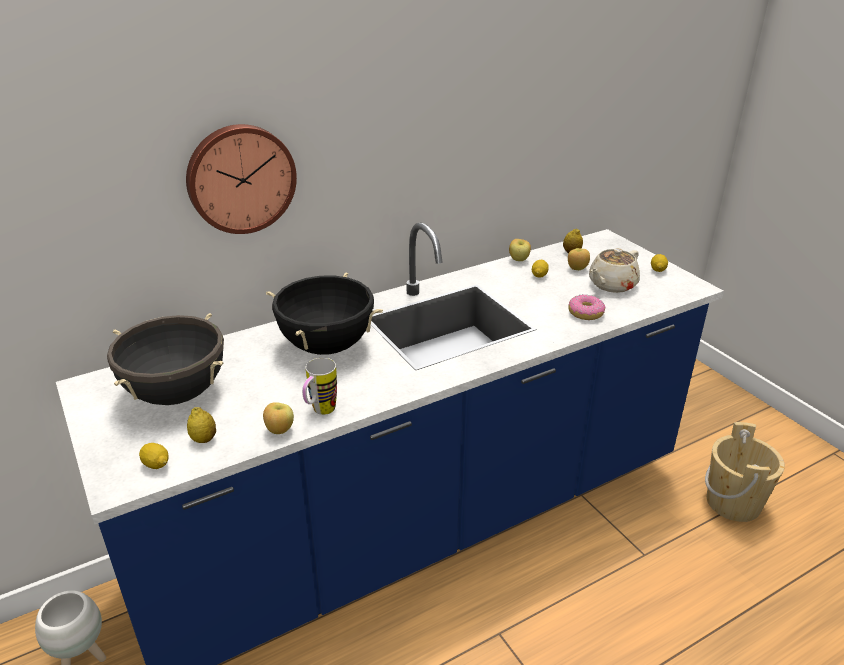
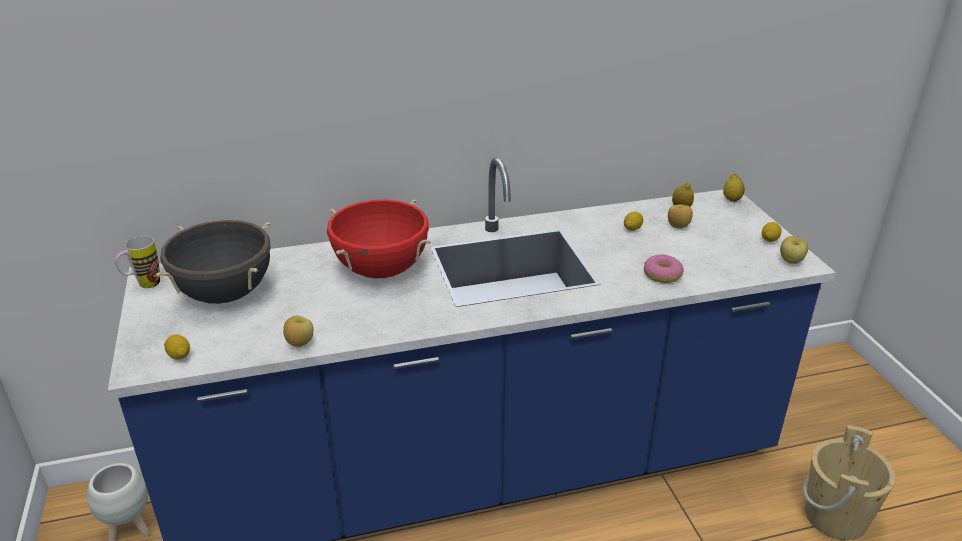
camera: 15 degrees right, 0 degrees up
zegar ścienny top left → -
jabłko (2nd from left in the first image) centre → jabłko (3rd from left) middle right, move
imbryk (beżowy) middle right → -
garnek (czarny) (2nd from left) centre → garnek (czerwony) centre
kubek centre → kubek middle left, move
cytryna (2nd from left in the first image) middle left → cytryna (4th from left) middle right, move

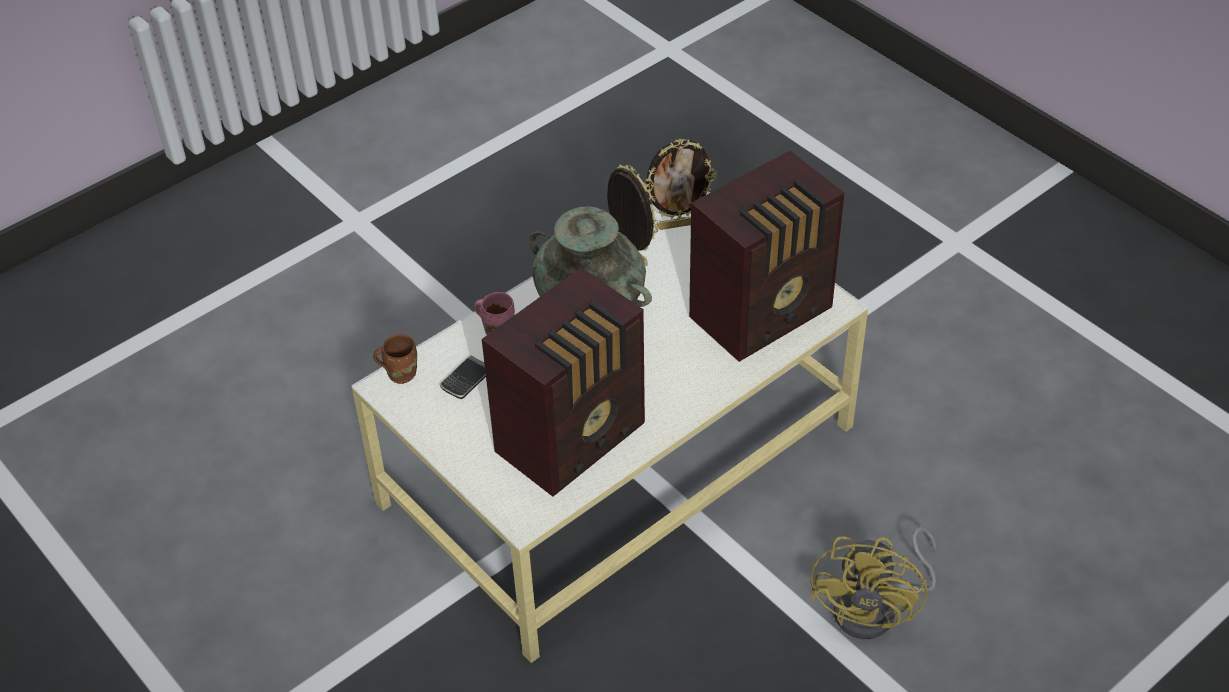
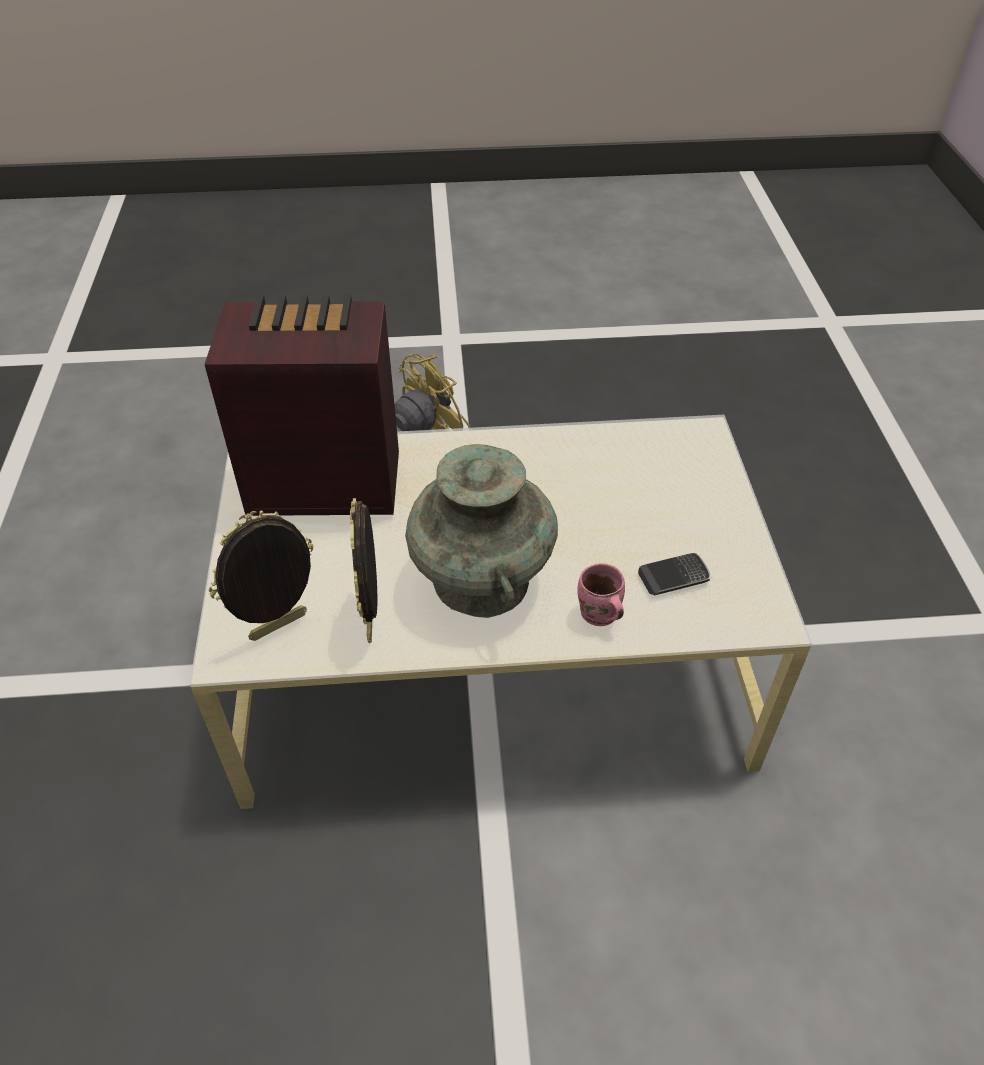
camera: 145 degrees left, 0 degrees up
ramka na zdjęcie (2nd from left in the first image) top centre → ramka na zdjęcie (1st from left) middle left, 60 degrees counterclockwise
radio (1st from left) centre → -
kubek (brązowy) middle left → -

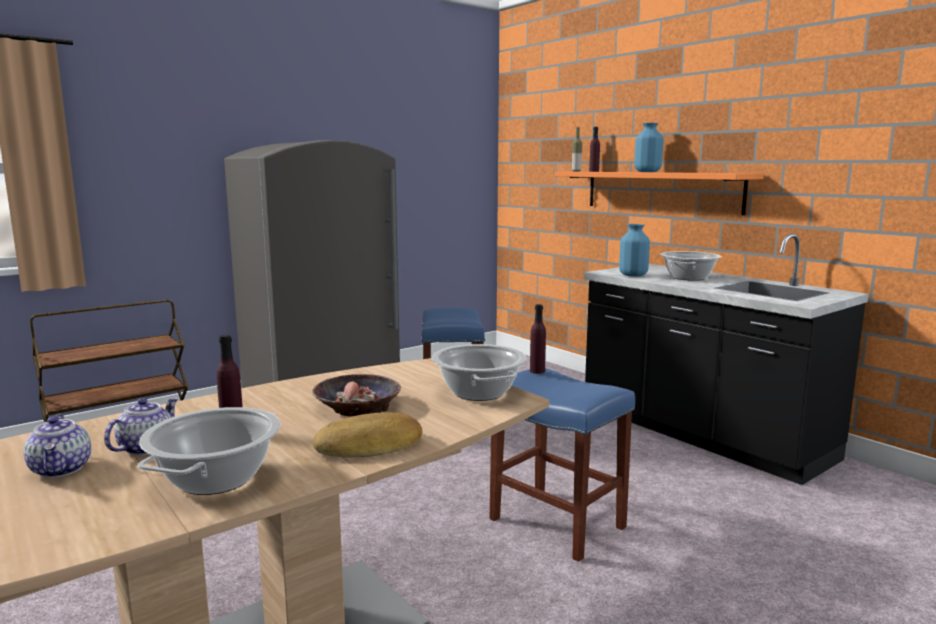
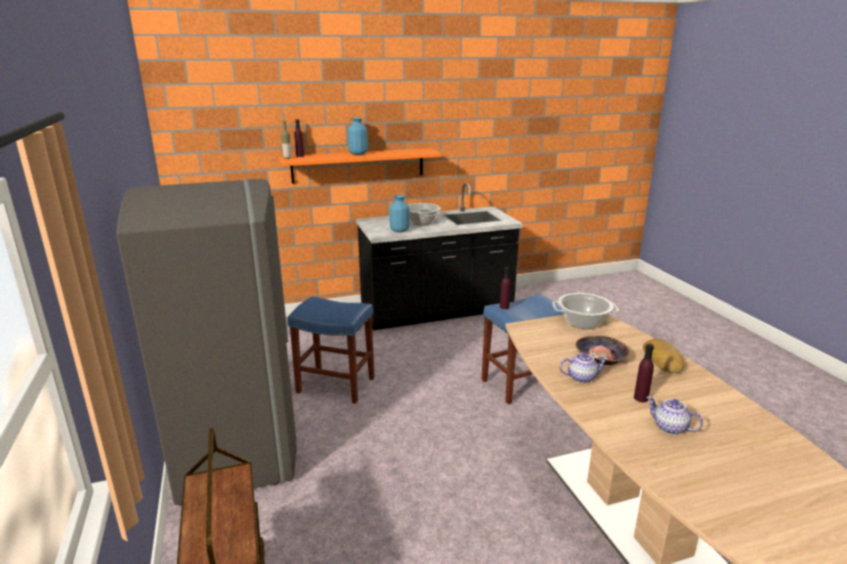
camera: 70 degrees left, 10 degrees up
garnek (1st from left) bottom left → -
imbryk (1st from left) bottom left → imbryk (1st from left) middle right, move

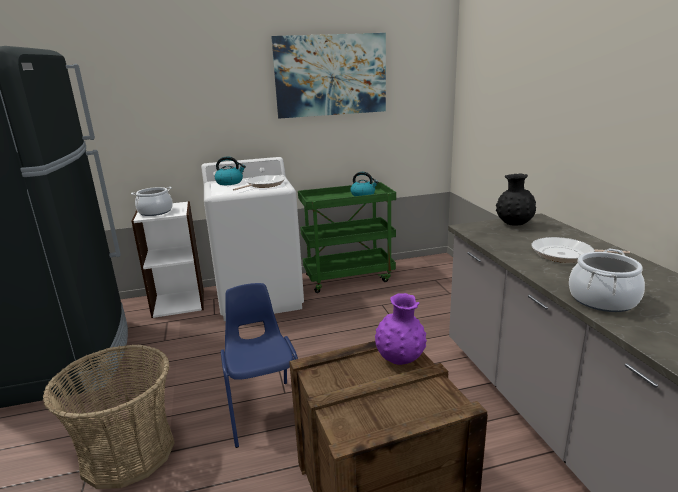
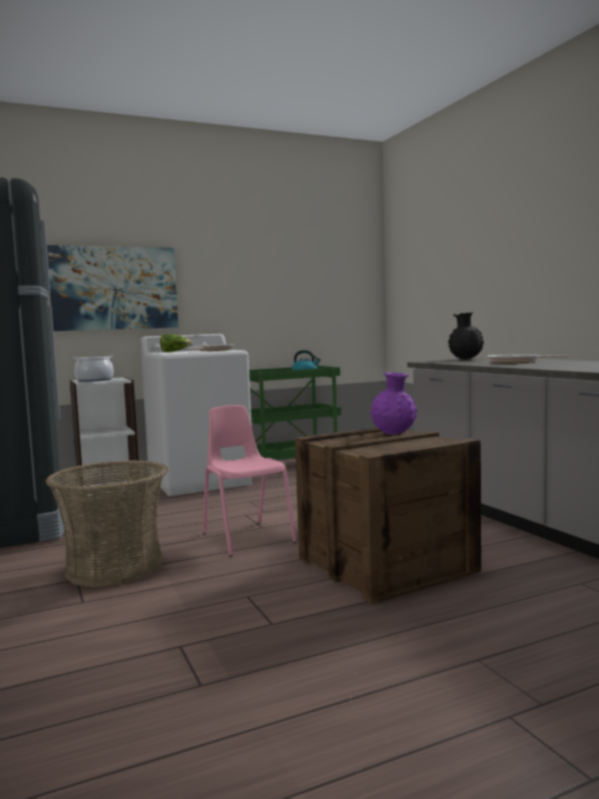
camera: 10 degrees left, 15 degrees down
obraz top centre → obraz middle left, move
czajnik (1st from left) centre → sałata middle left
garnek (2nd from left) middle right → -
krzesło (niebieski) bottom centre → krzesło (różowy) centre

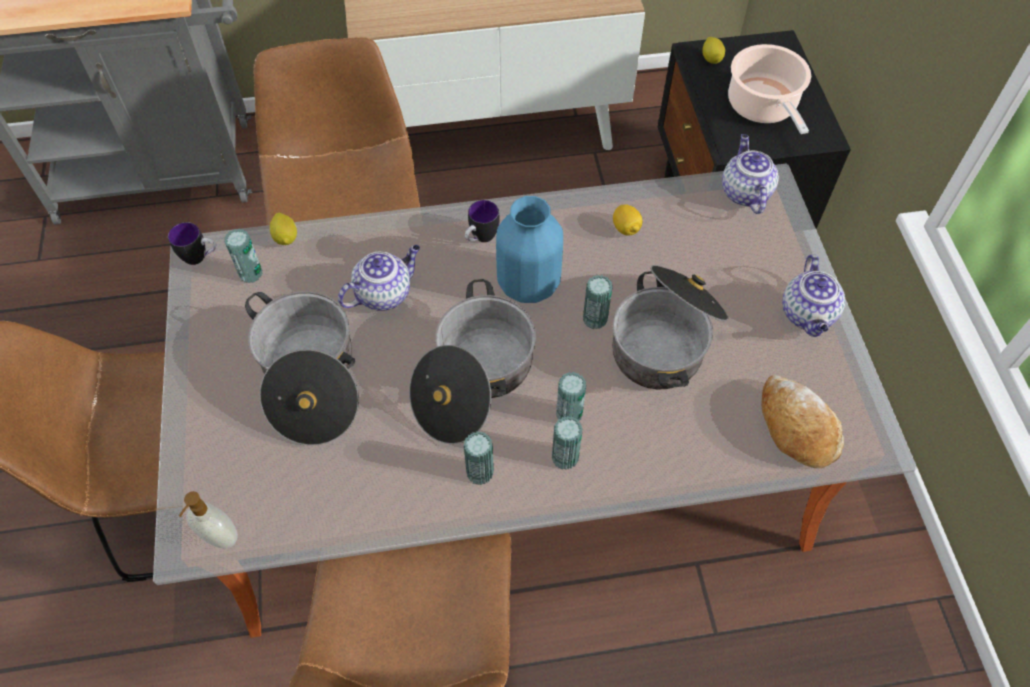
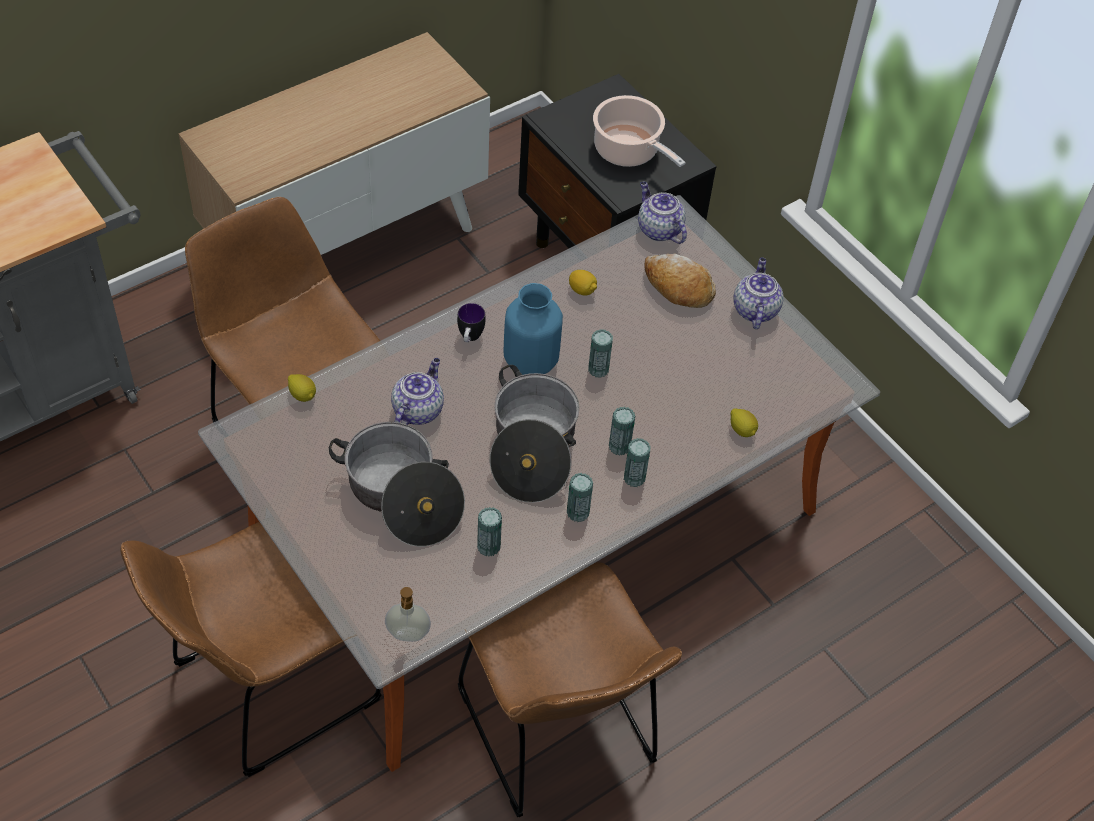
camera: 30 degrees left, 5 degrees down
cytryna (3rd from left) top right → cytryna (3rd from left) middle right, move
kubek (1st from left) middle left → -
puszka (1st from left) middle left → puszka (1st from left) centre, move
imbryk (3rd from left) middle right, 150 degrees counterclockwise
garnek (3rd from left) centre → -
chleb middle right → chleb centre, move

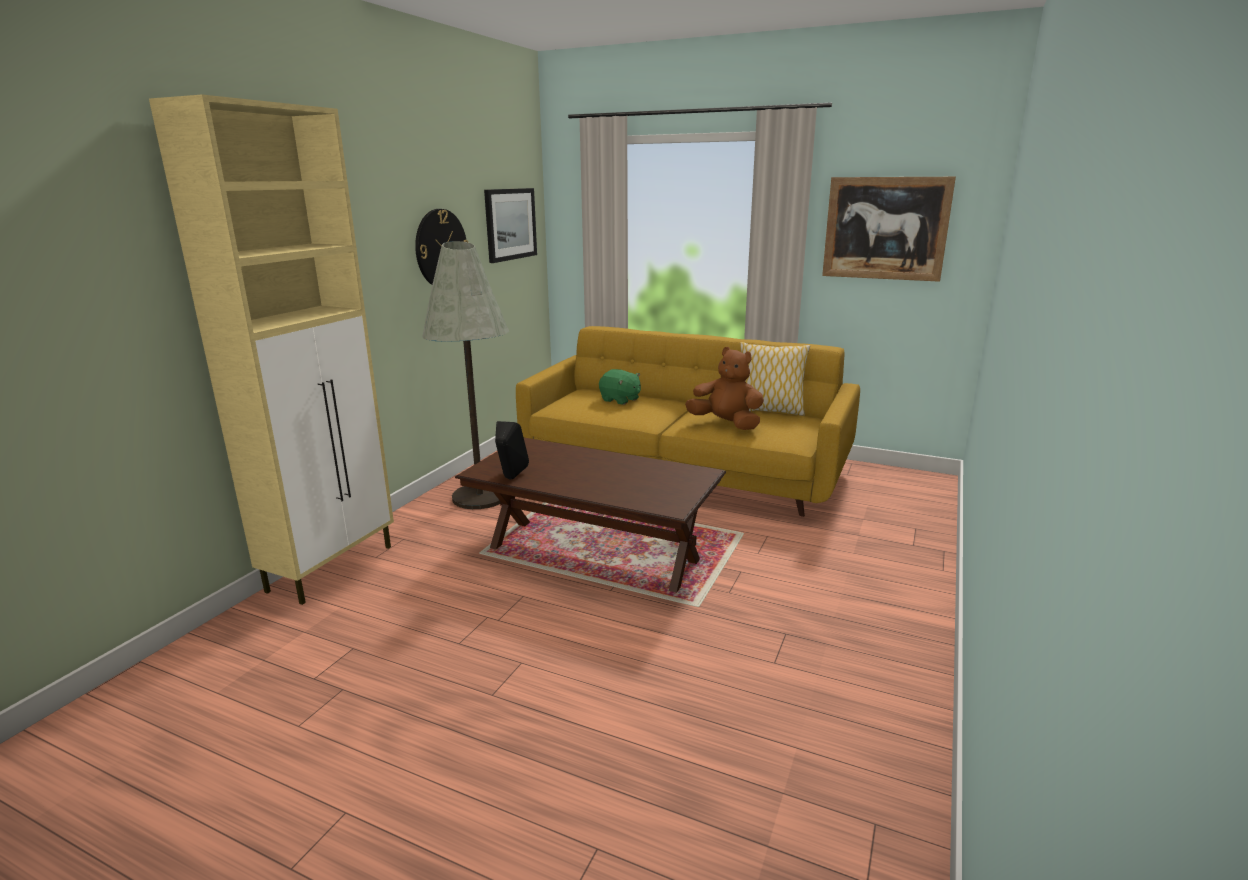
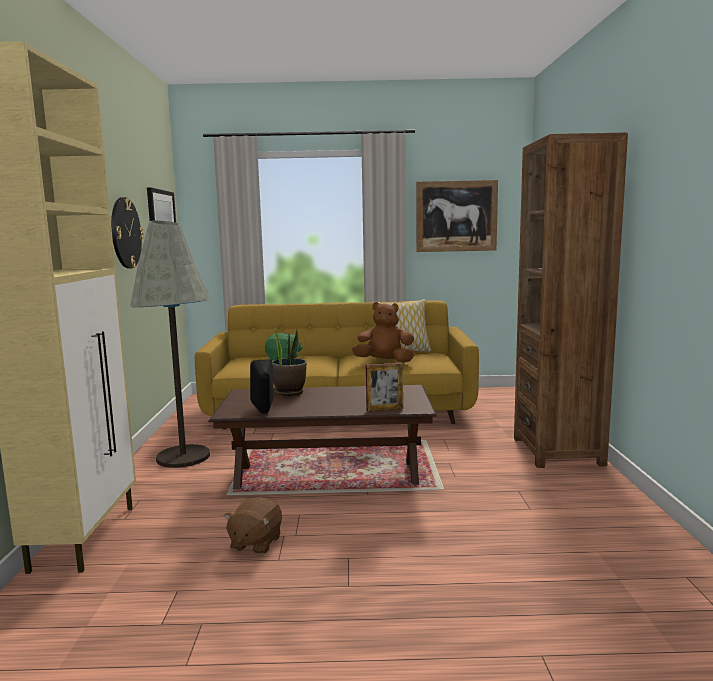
camera: 25 degrees left, 10 degrees down
- → regał (brązowy) middle right
- → roślina doniczkowa centre
- → ramka na zdjęcie centre
- → pluszak (brązowy) (1st from left) bottom centre

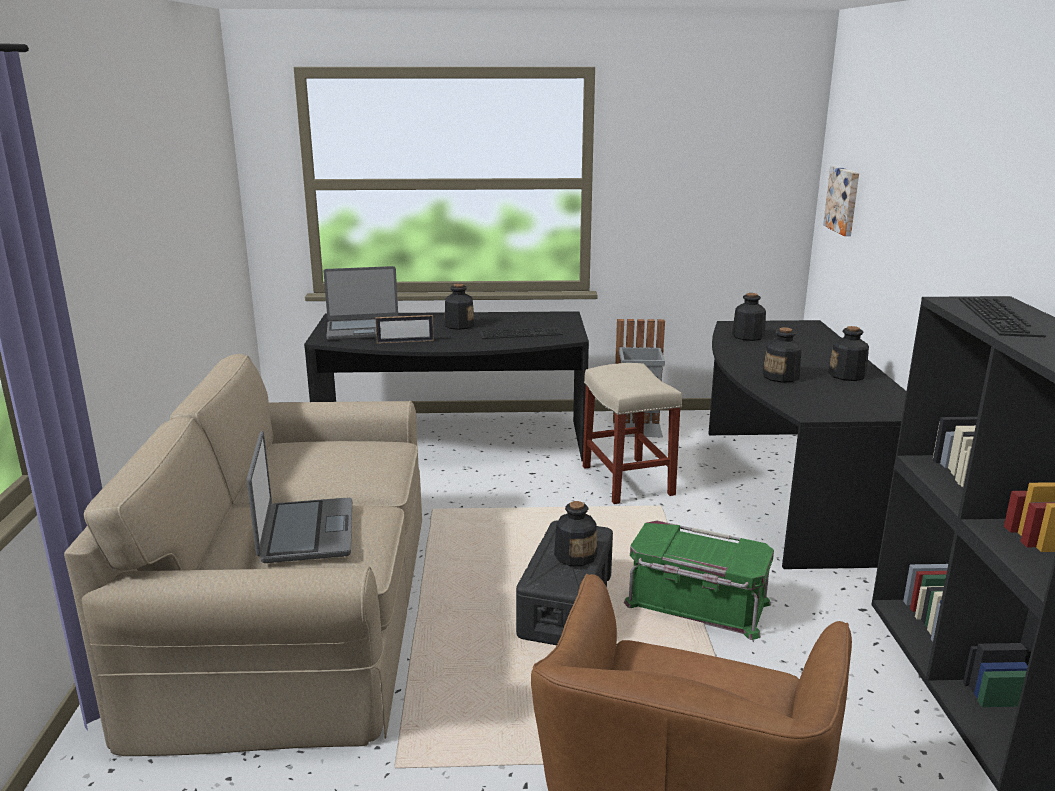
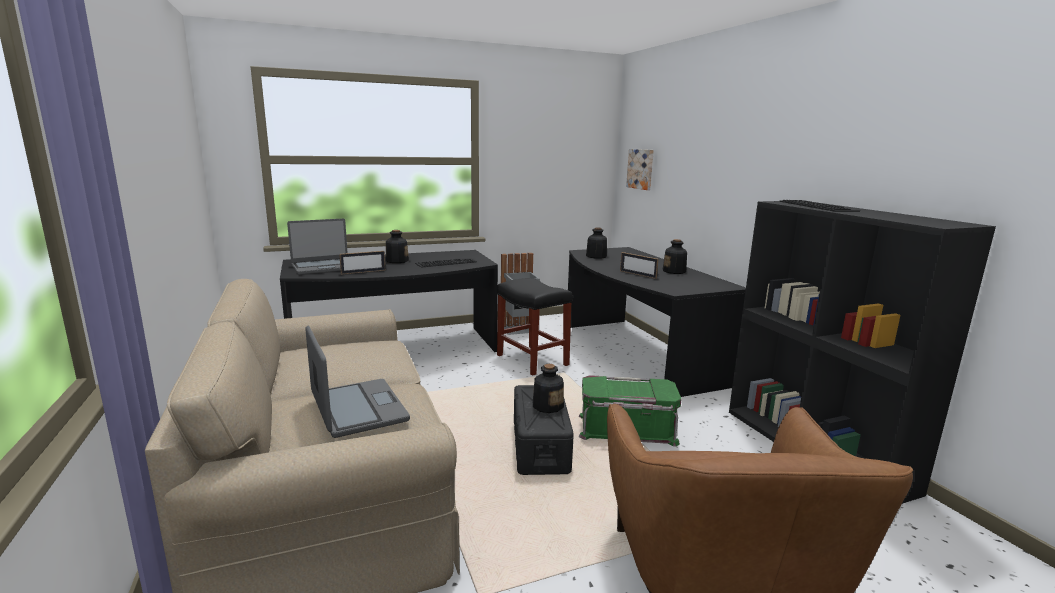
camera: 20 degrees left, 5 degrees down
butelka (4th from left) middle right → ramka na zdjęcie (2nd from left) centre
stołek (beżowy) centre → stołek (czarny) centre

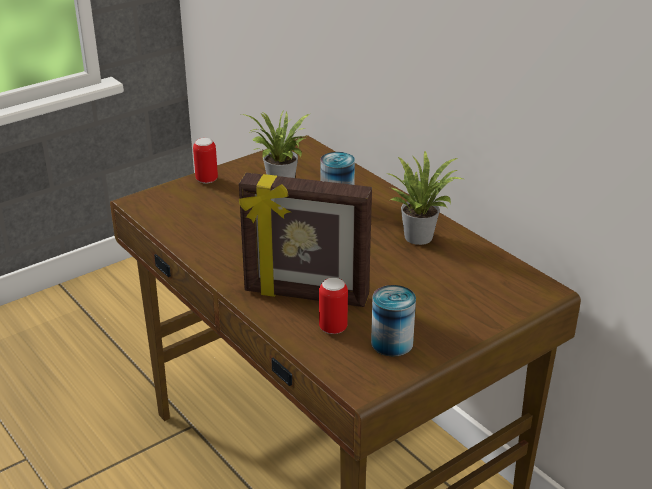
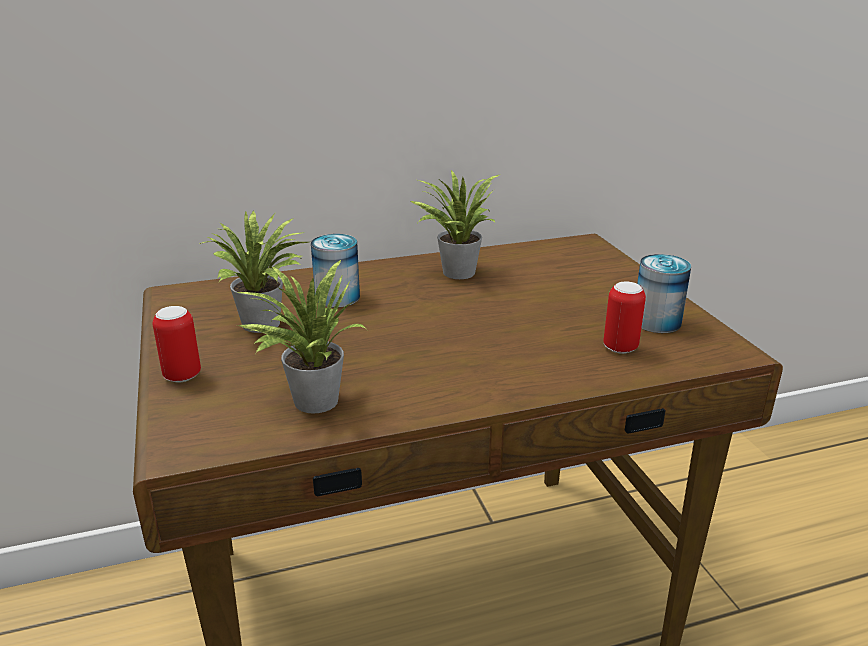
camera: 70 degrees left, 5 degrees down
ramka na zdjęcie centre → -
- → roślina doniczkowa (2nd from left) centre

